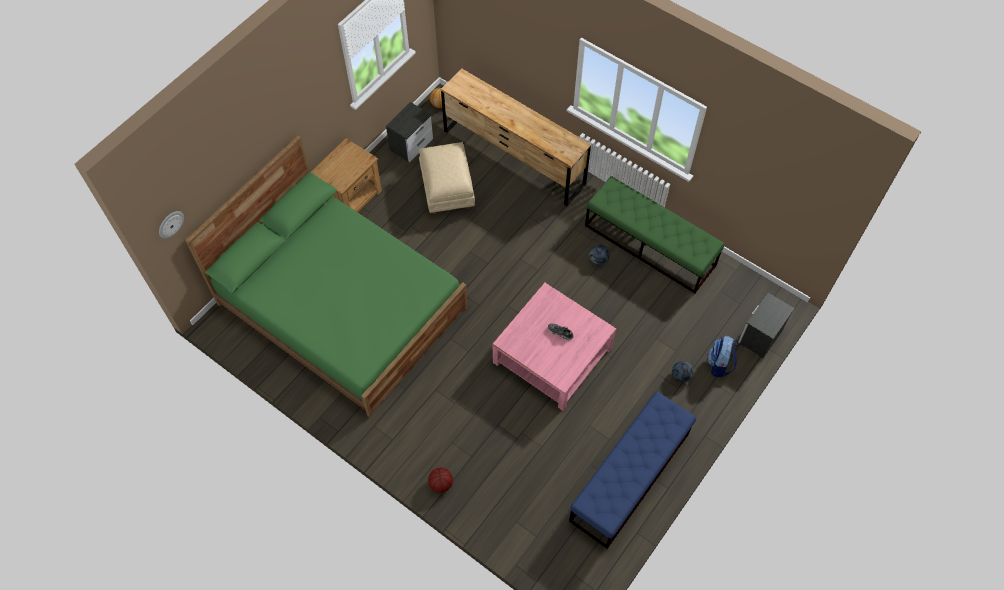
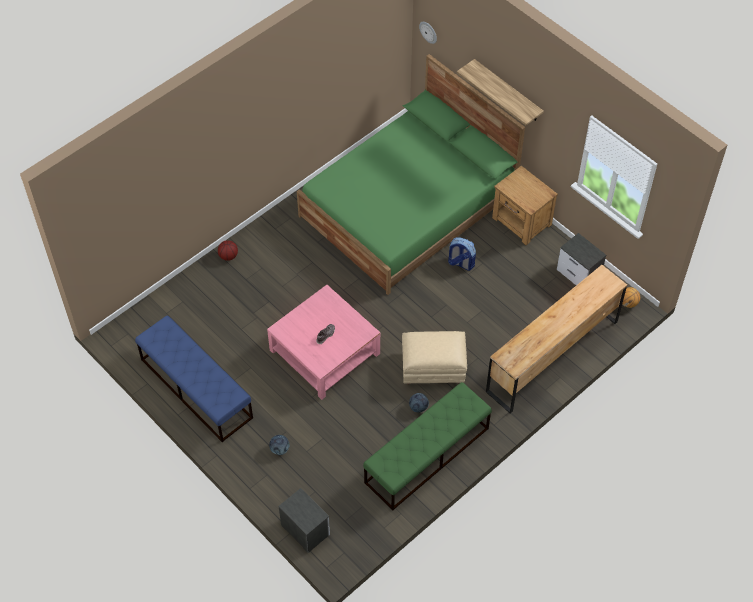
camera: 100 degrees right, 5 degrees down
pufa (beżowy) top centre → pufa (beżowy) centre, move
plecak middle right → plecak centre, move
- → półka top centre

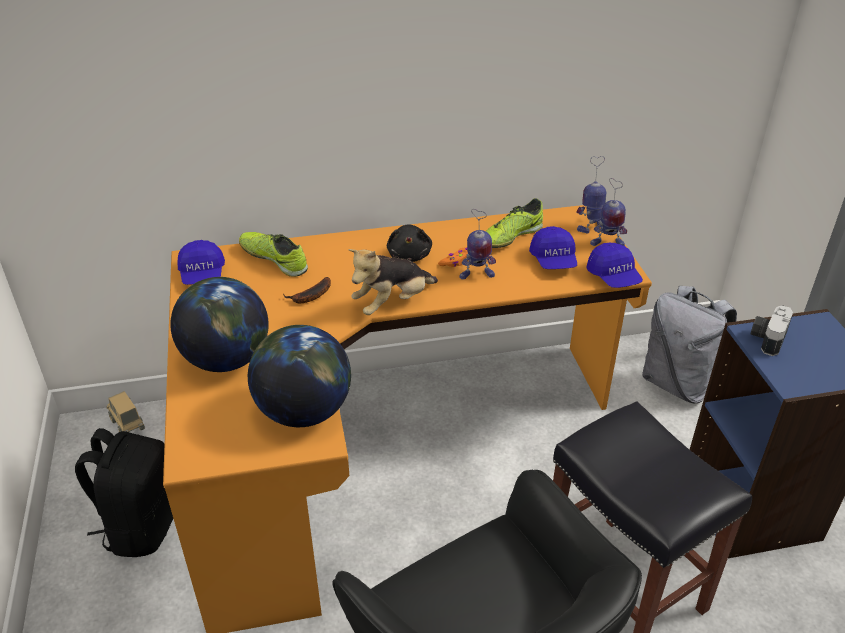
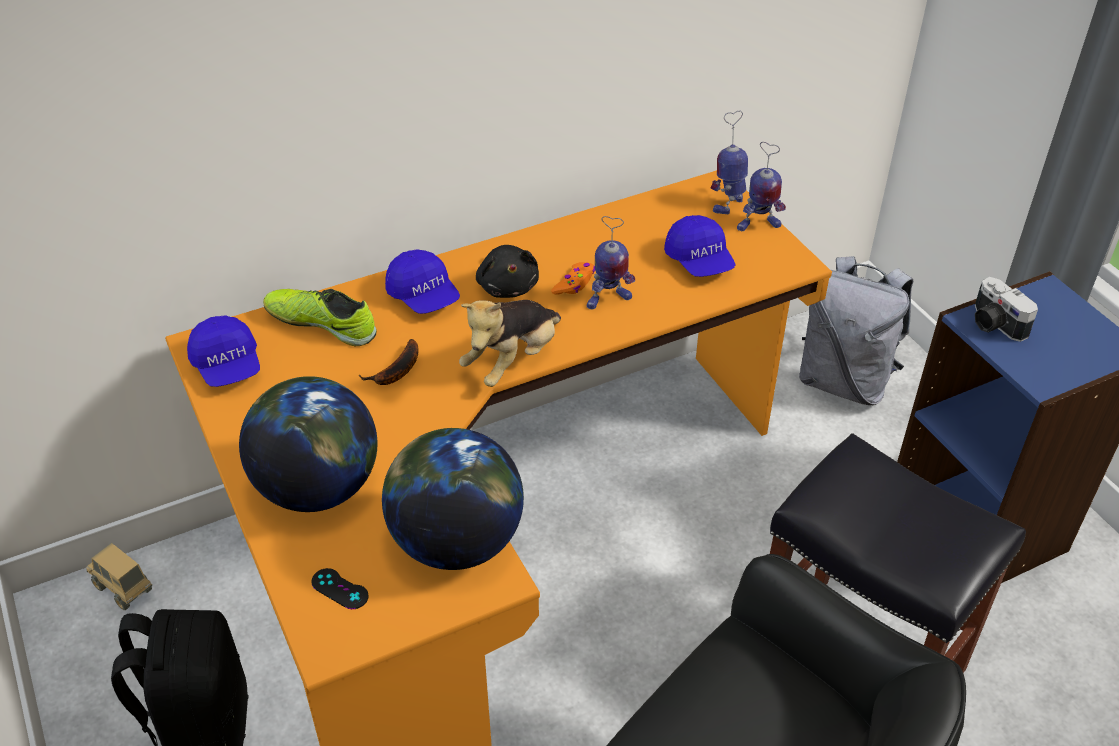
camera: 15 degrees left, 5 degrees up
but (2nd from left) centre → -
czapka z daszkiem (niebieski) (3rd from left in the first image) middle right → czapka z daszkiem (niebieski) (2nd from left) centre, move
aparat fotograficzny middle right, 45 degrees counterclockwise
- → pad do gier (czarny) bottom left

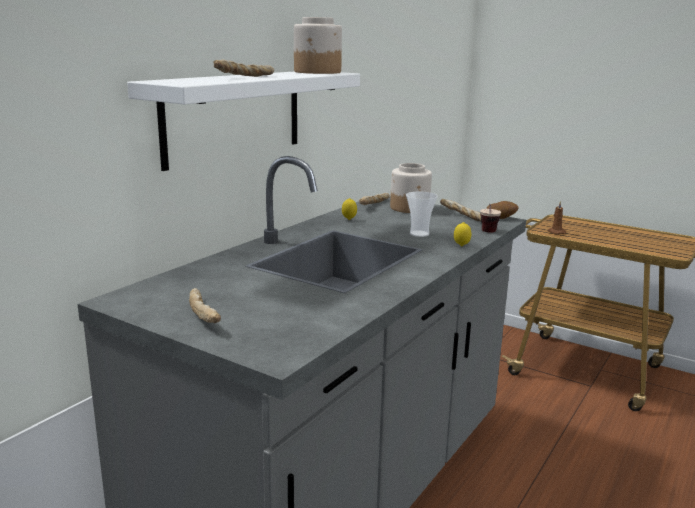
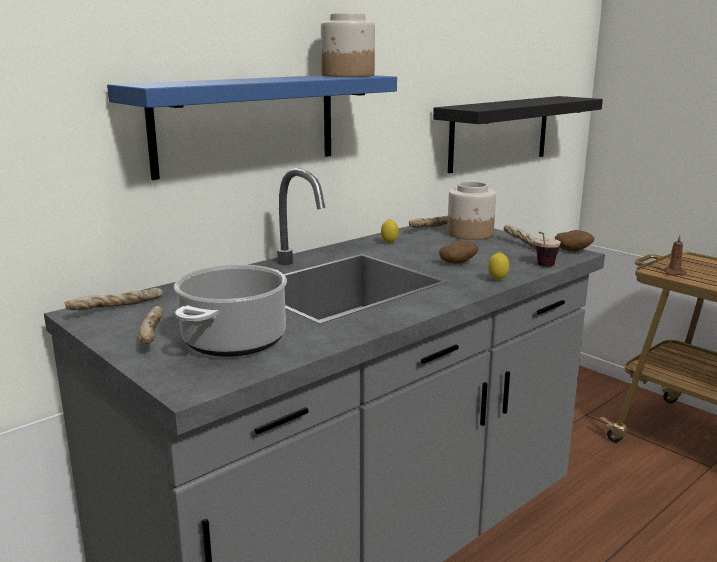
camera: 15 degrees right, 0 degrees up
chleb (2nd from left in the first image) top centre → chleb (1st from left) middle left, move
półka (biały) top centre → półka (niebieski) top centre
filiżanka (1st from left) centre → ziemniak (1st from left) centre
- → półka (czarny) top right
- → garnek middle left

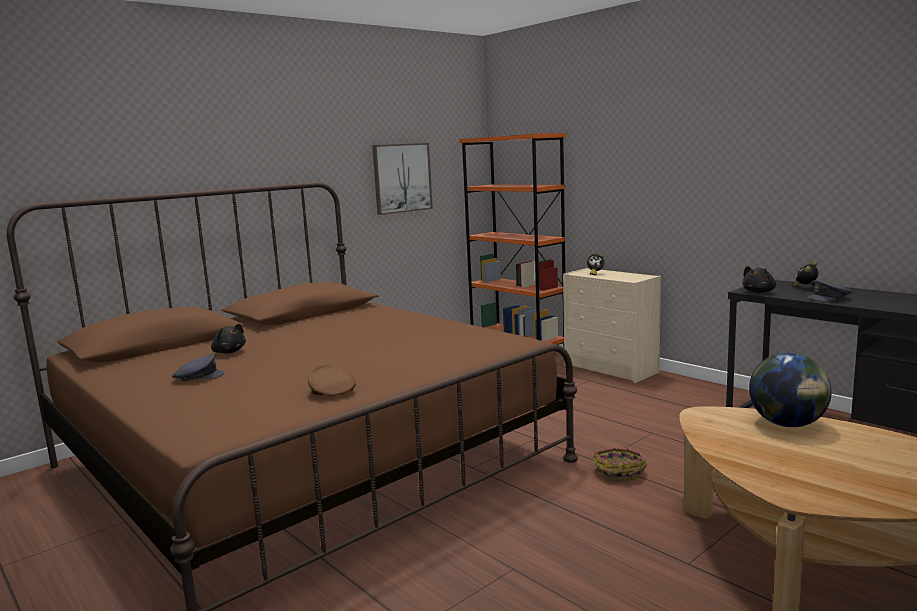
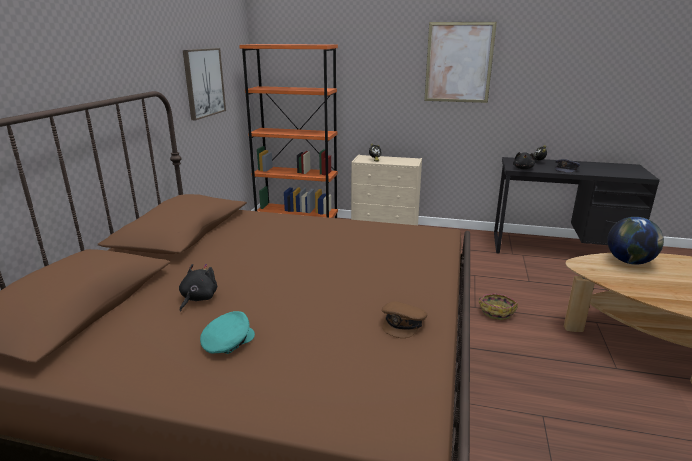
camera: 35 degrees left, 10 degrees up
pluszak (czarny) (1st from left) middle left, 75 degrees counterclockwise
czapka z daszkiem (szary) (1st from left) middle left → czapka z daszkiem (turkusowy) bottom left
czapka z daszkiem (brązowy) centre → czapka z daszkiem (brązowy) bottom centre, 90 degrees counterclockwise
- → obraz (2nd from left) top centre

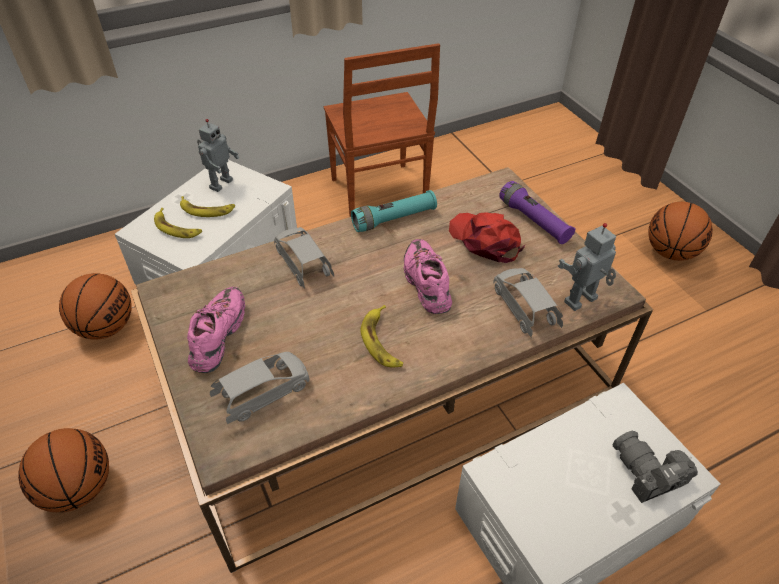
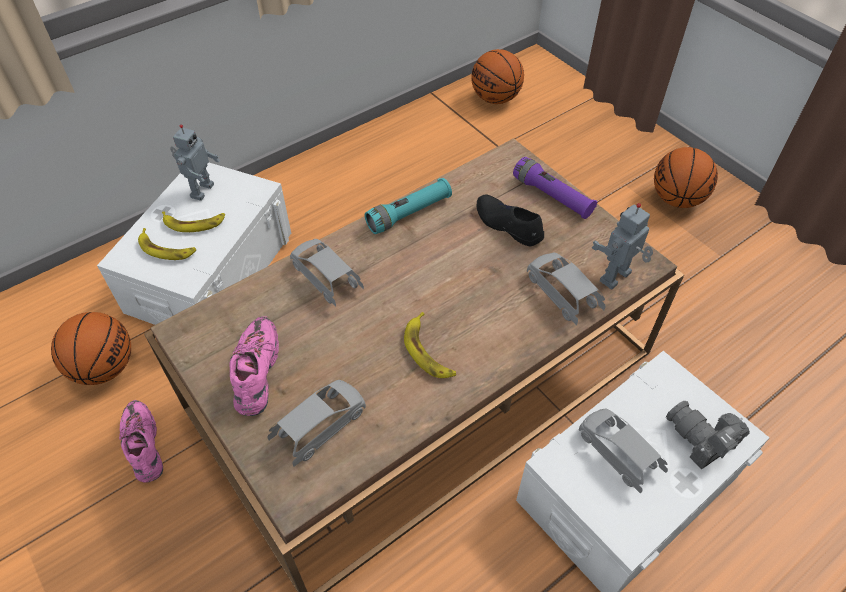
camera: 10 degrees left, 5 degrees up
krzesło (brązowy) top centre → -
czapka z daszkiem (czerwony) centre → but (czarny) centre
but (różowy) (2nd from left in the first image) centre → but (różowy) (1st from left) bottom left, move
piłka do koszykówki (1st from left in the first image) bottom left → piłka do koszykówki (2nd from left) top centre, move
- → samochodzik (szary) (4th from left) bottom right

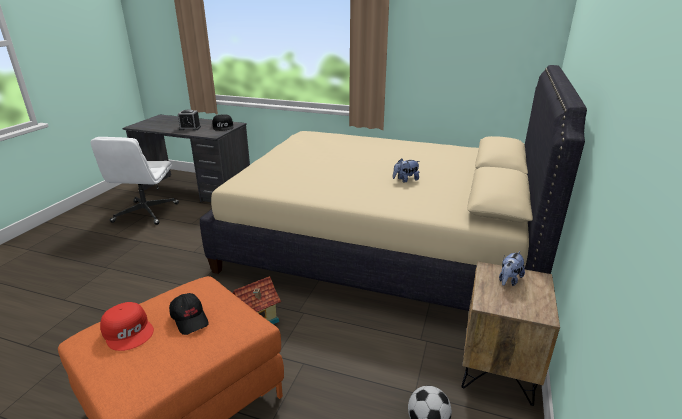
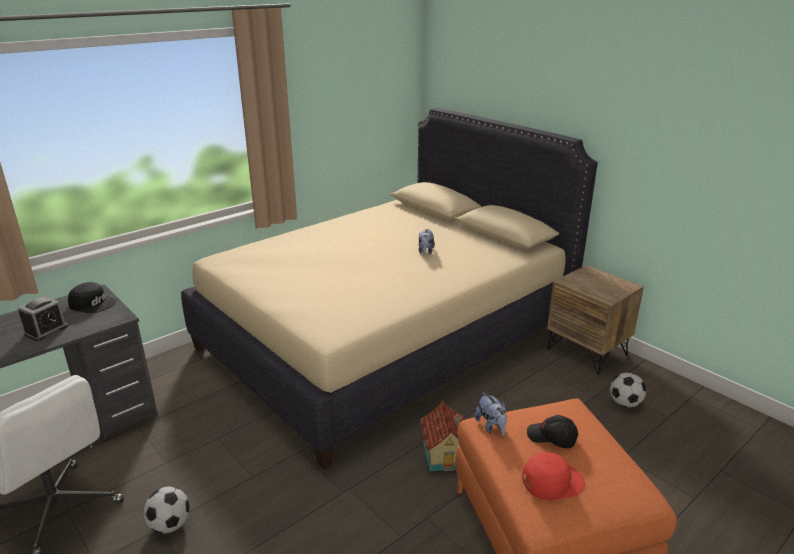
camera: 60 degrees left, 0 degrees up
pluszak (2nd from left) middle right → pluszak (2nd from left) bottom centre, move
czapka z daszkiem (czarny) (1st from left in the first image) bottom left → czapka z daszkiem (czarny) (2nd from left) bottom right, 150 degrees counterclockwise
- → piłka futbolowa (1st from left) bottom left

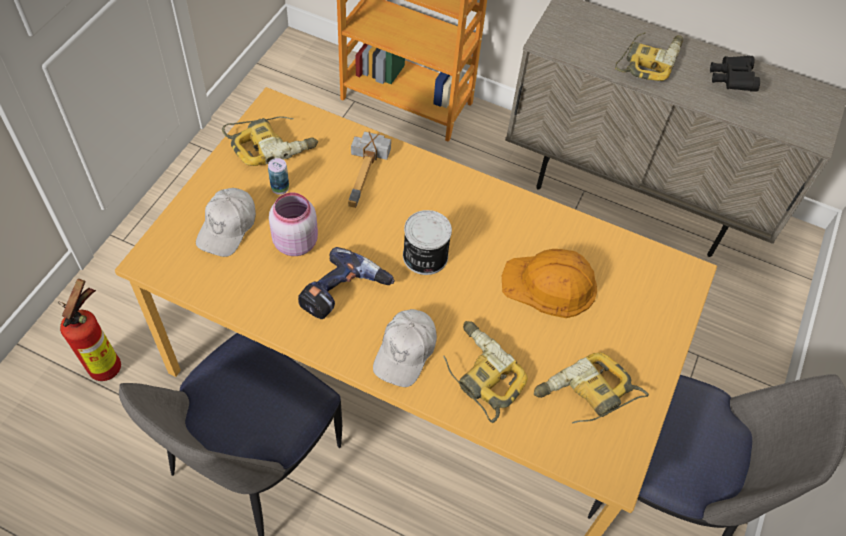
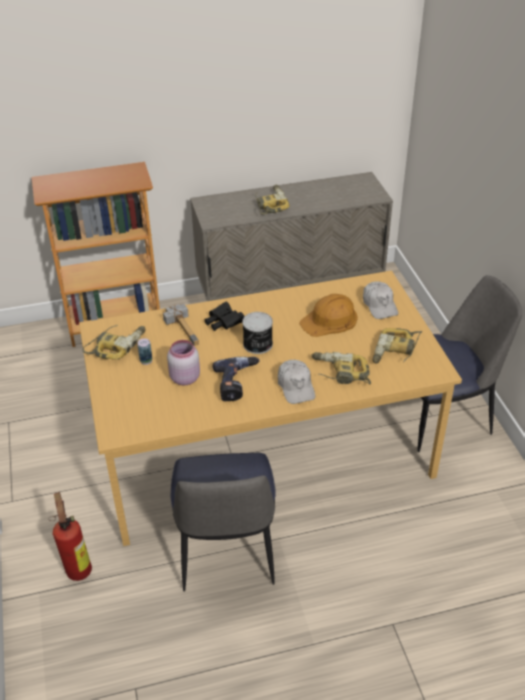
camera: 35 degrees left, 15 degrees down
lornetka (czarny) top right → lornetka (czarny) centre, move
czapka z daszkiem (biały) (1st from left in the first image) middle left → czapka z daszkiem (biały) (2nd from left) middle right, move

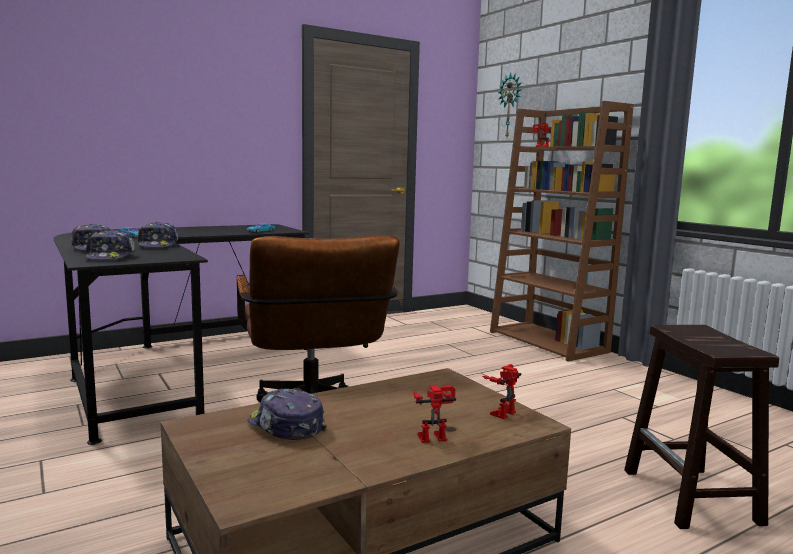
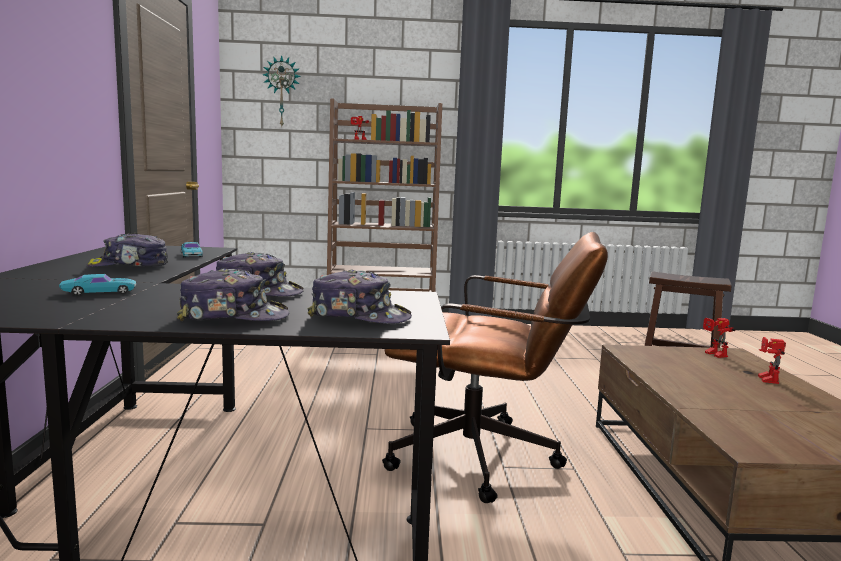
camera: 60 degrees left, 0 degrees up
czapka z daszkiem (4th from left in the first image) bottom centre → czapka z daszkiem (1st from left) middle left, move

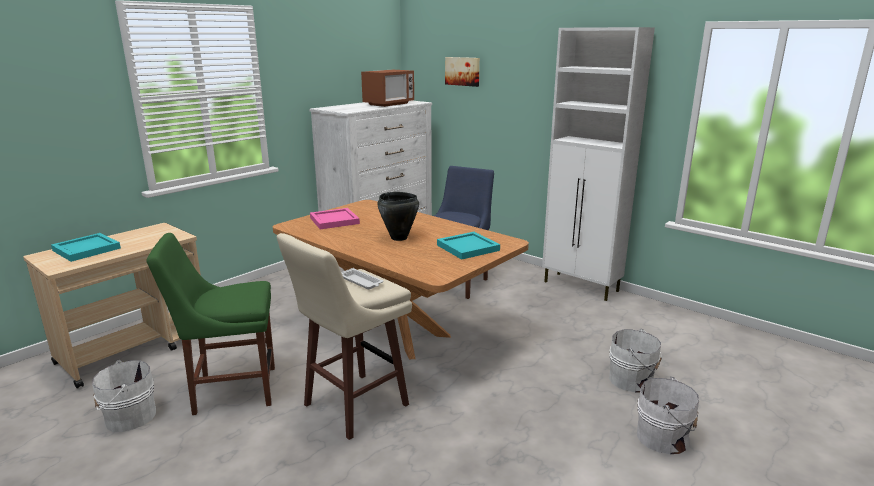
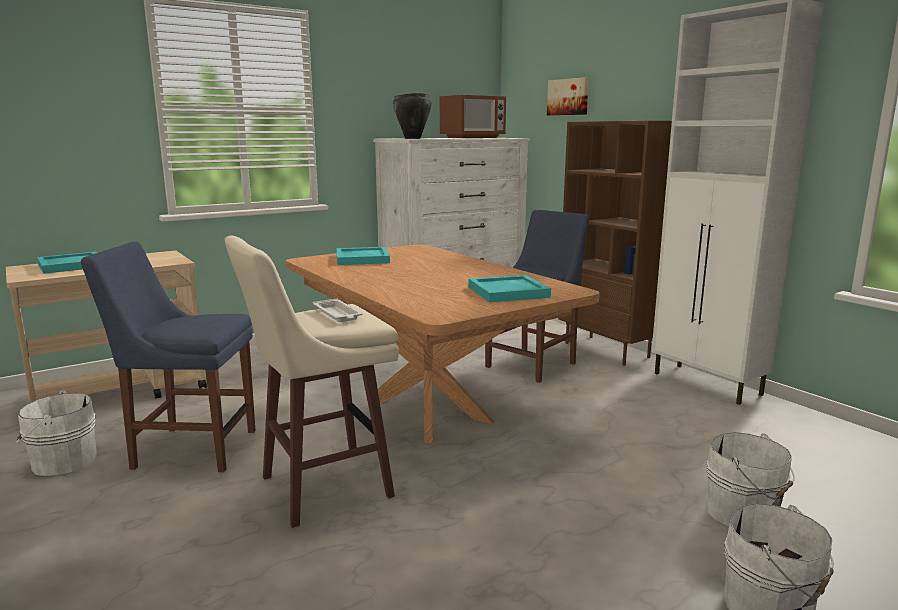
camera: 15 degrees right, 5 degrees down
garnek (czarny) centre → garnek (czarny) top centre, move
taca (różowy) centre → taca (turkusowy) (2nd from left) centre
krzesło (zielony) bottom left → krzesło (niebieski) (1st from left) middle left
- → regał (brązowy) middle right

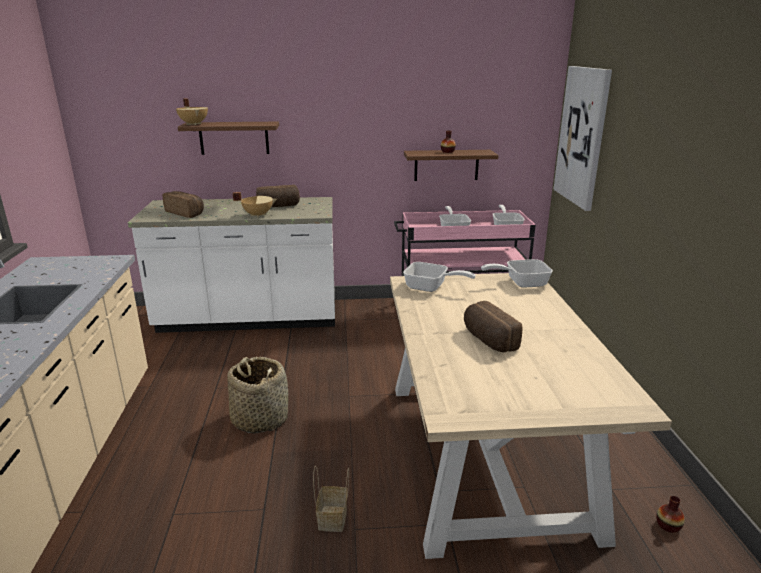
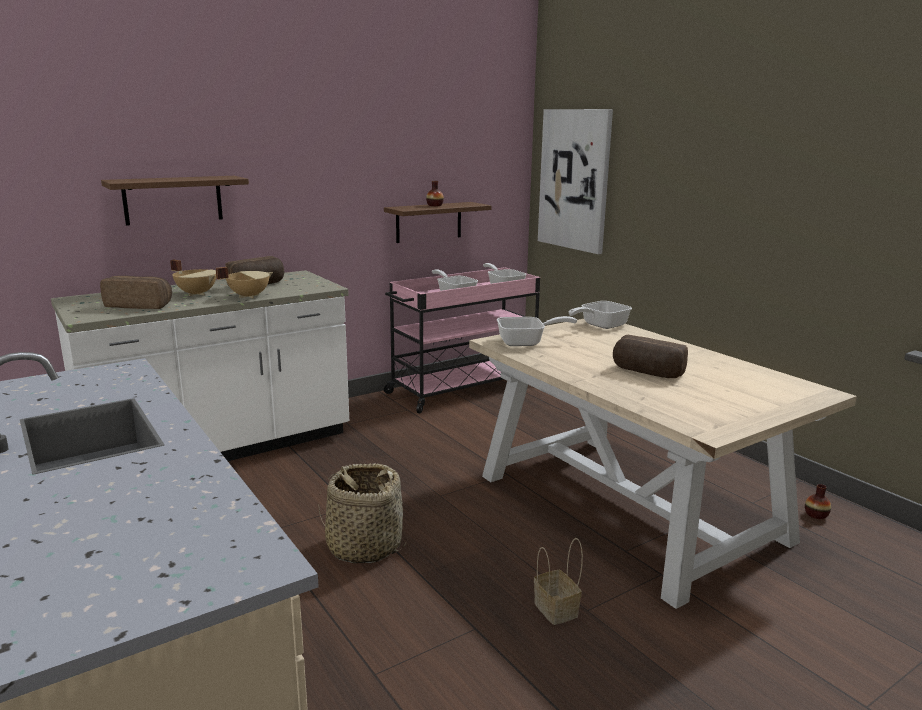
camera: 30 degrees left, 5 degrees down
garnek (beżowy) (1st from left) top left → garnek (beżowy) (1st from left) middle left, move

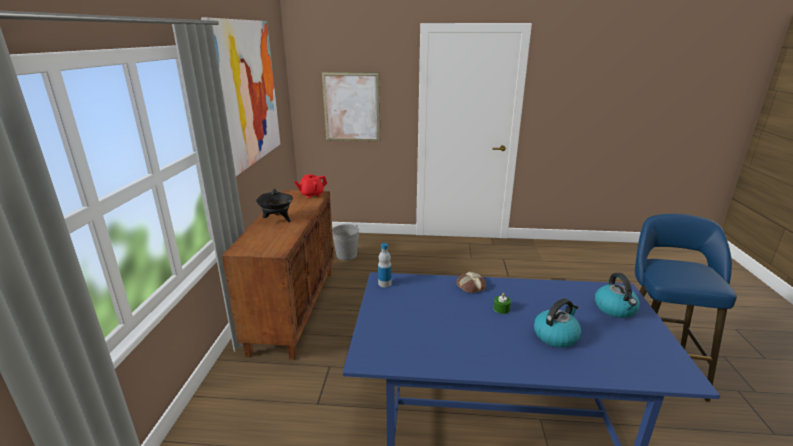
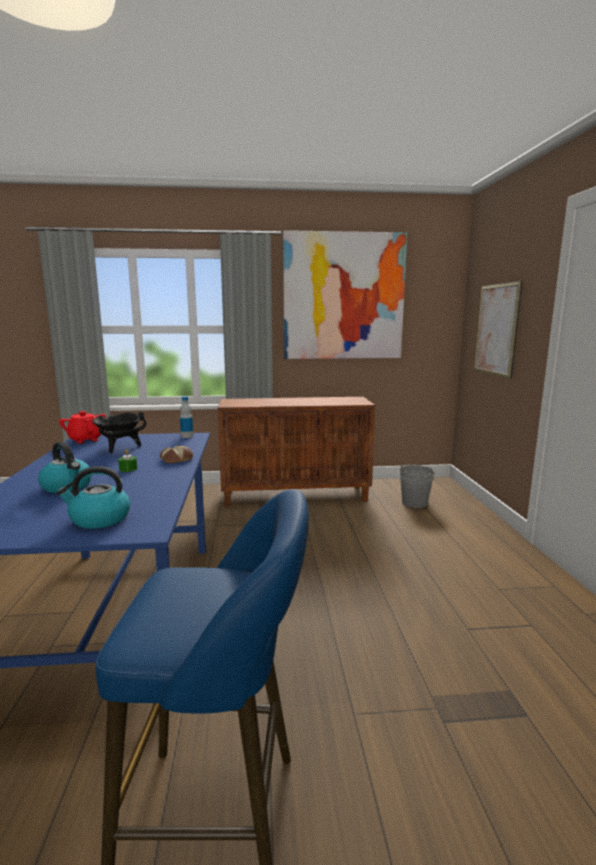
camera: 80 degrees right, 10 degrees down
imbryk (czerwony) centre → imbryk (czerwony) middle left, move
garnek (czarny) centre → garnek (czarny) middle left, move

